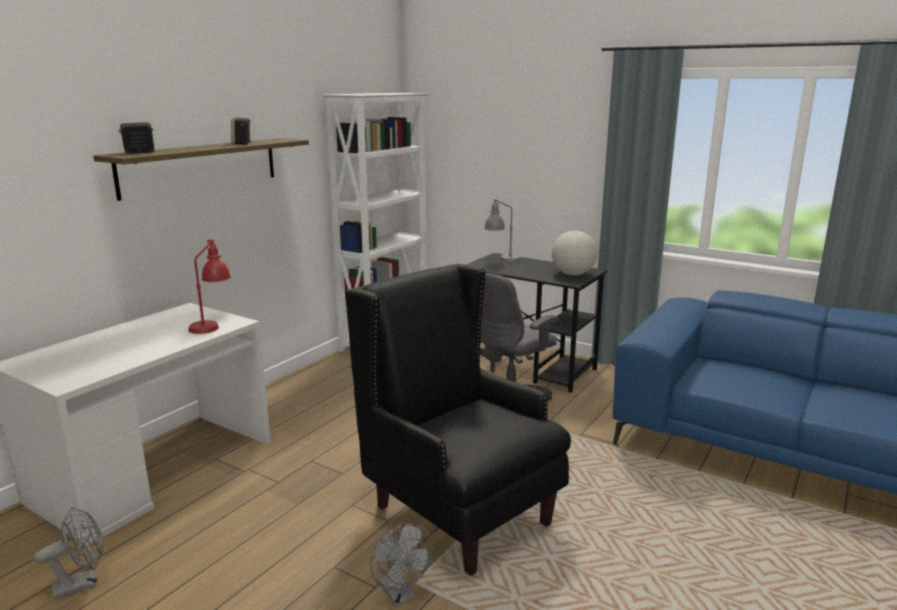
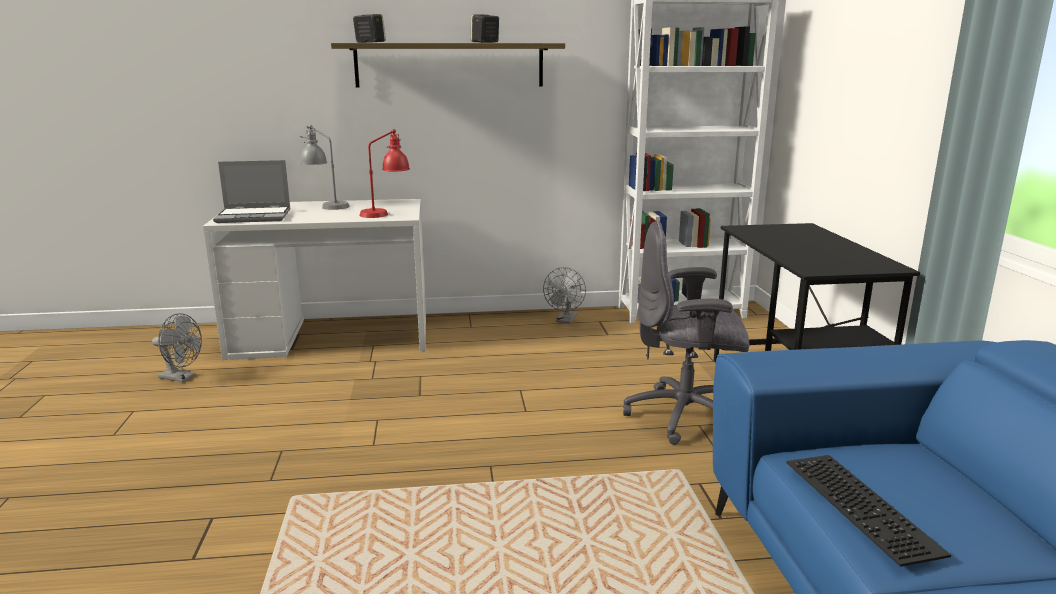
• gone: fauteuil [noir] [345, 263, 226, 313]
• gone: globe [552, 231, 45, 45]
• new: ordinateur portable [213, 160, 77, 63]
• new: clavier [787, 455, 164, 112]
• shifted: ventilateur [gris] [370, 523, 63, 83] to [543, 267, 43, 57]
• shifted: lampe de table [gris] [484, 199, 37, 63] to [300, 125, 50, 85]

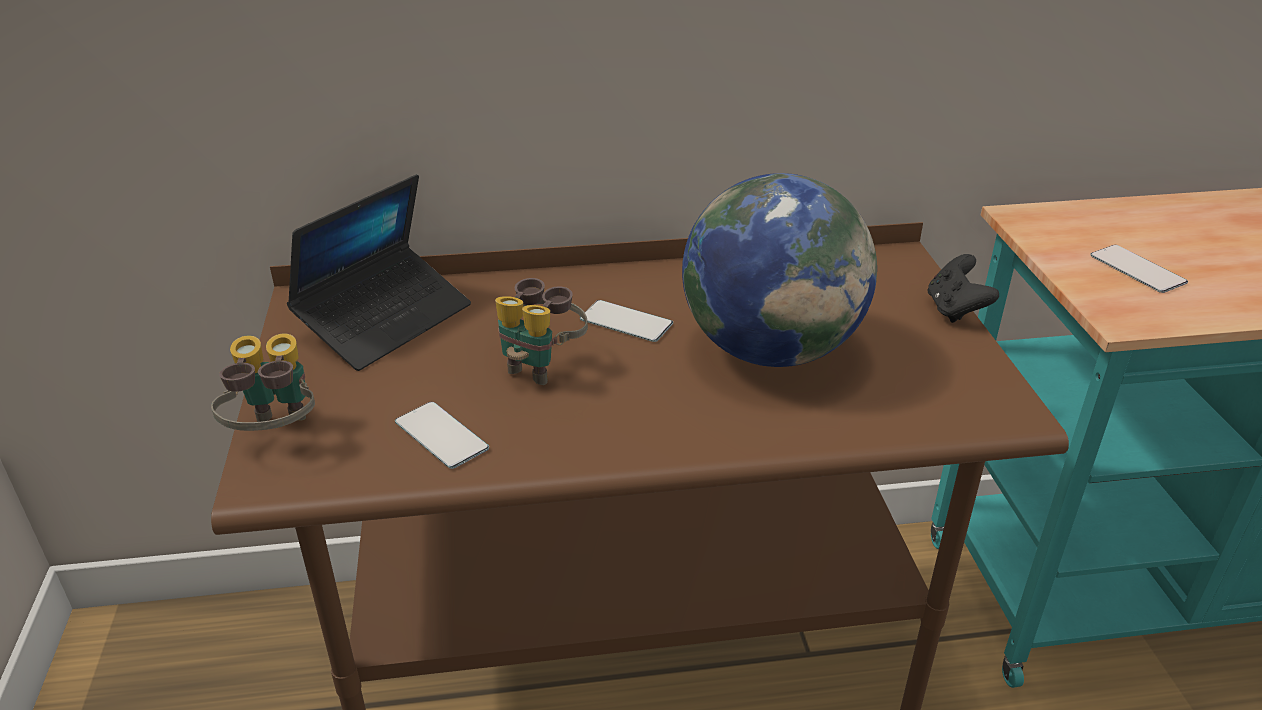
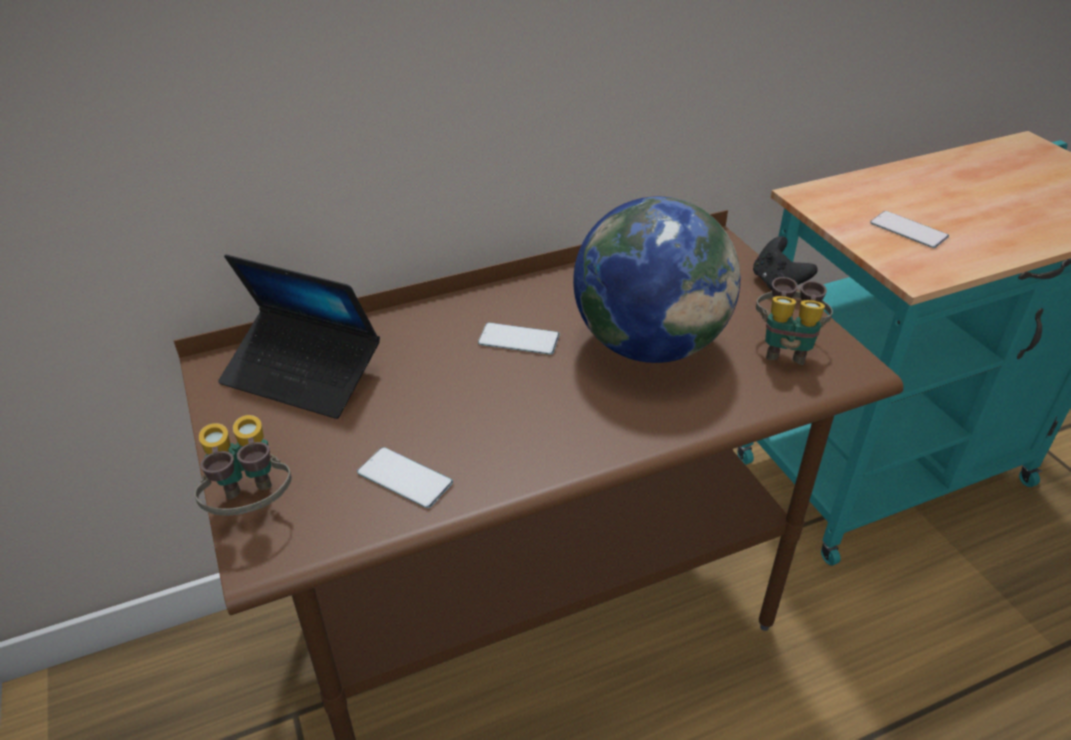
• shifted: jumelles [495, 278, 93, 107] to [756, 277, 77, 88]
• rotated: ordinateur portable [287, 174, 184, 197] = [218, 255, 162, 164] 90 degrees clockwise

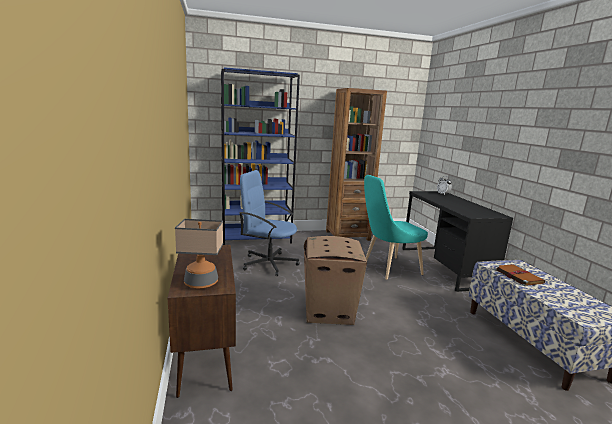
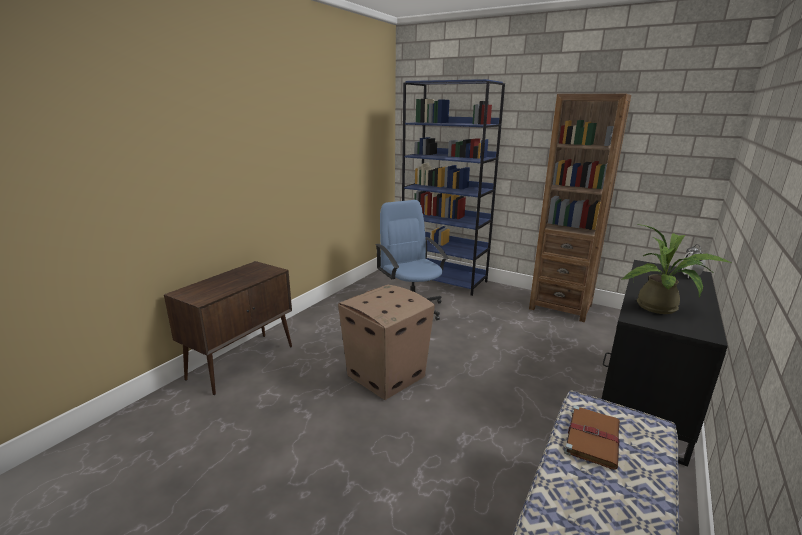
• gone: lampe de table [175, 219, 48, 70]
• gone: chaise [turquoise] [364, 175, 64, 105]
• new: plante en pot [622, 224, 109, 90]

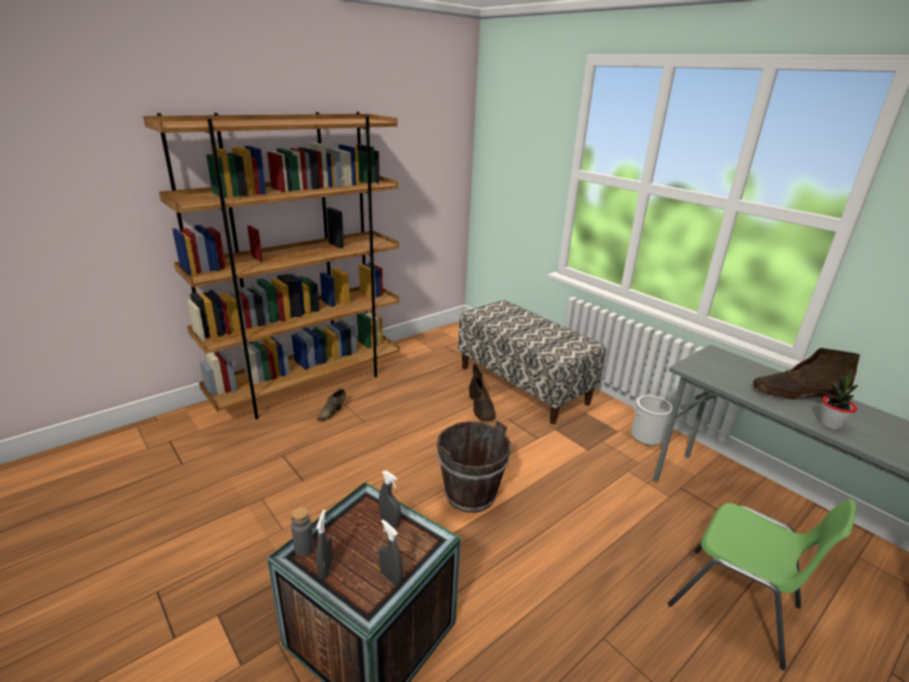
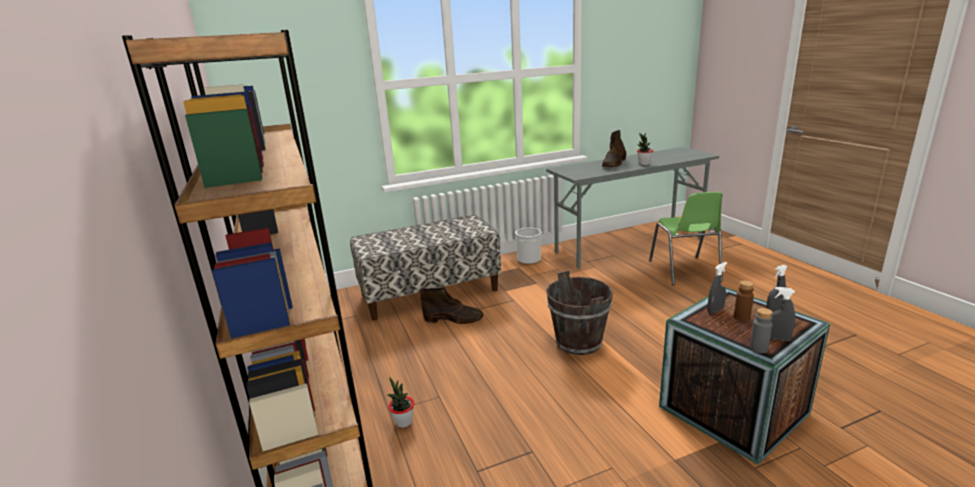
• new: bouteille [marron] [734, 281, 20, 41]
• swapped: chaussure [marron] [317, 389, 29, 32] to plante en pot [388, 378, 26, 50]
• rotated: chaise [vert] [668, 499, 188, 171] = [649, 192, 74, 93] 120 degrees clockwise

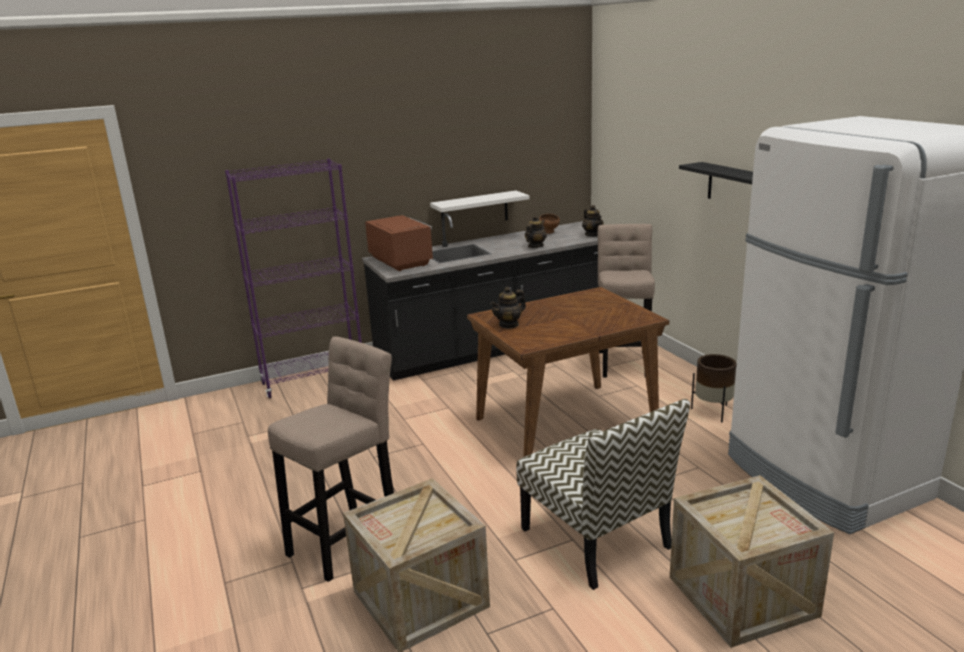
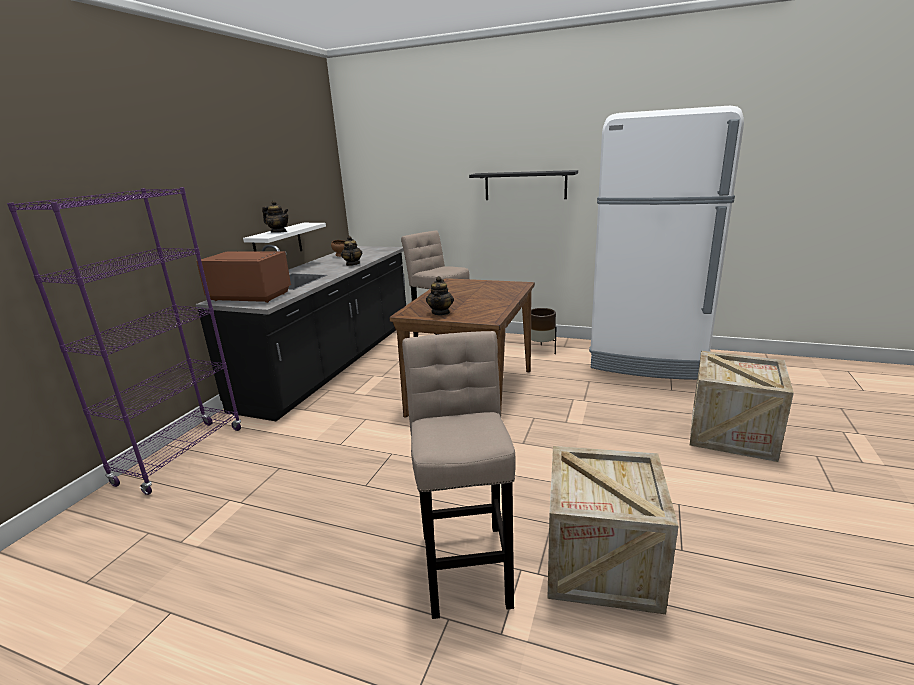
• gone: chaise [516, 399, 174, 191]
• shifted: théière [582, 205, 22, 32] to [262, 200, 27, 33]

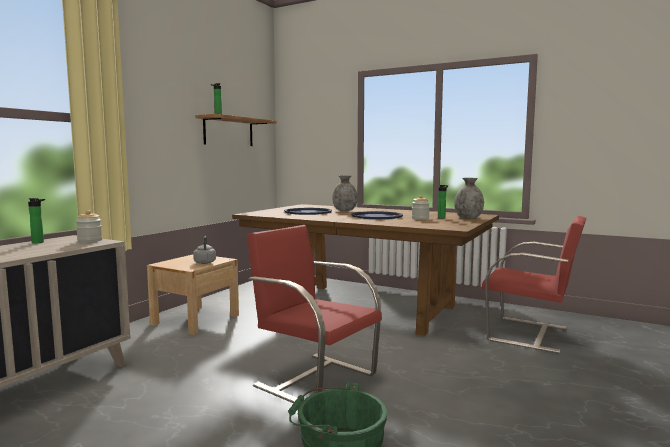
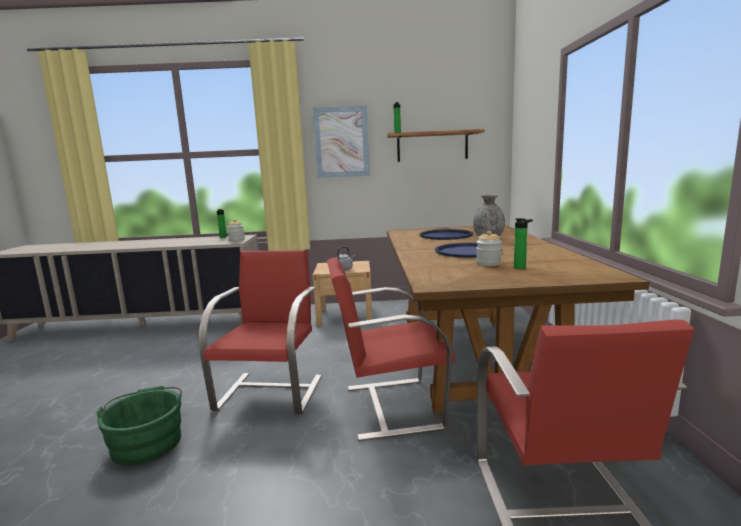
• gone: vase [gris] [454, 178, 30, 40]
• new: tableau [313, 106, 57, 72]
• new: chaise [rouge] [327, 258, 128, 183]

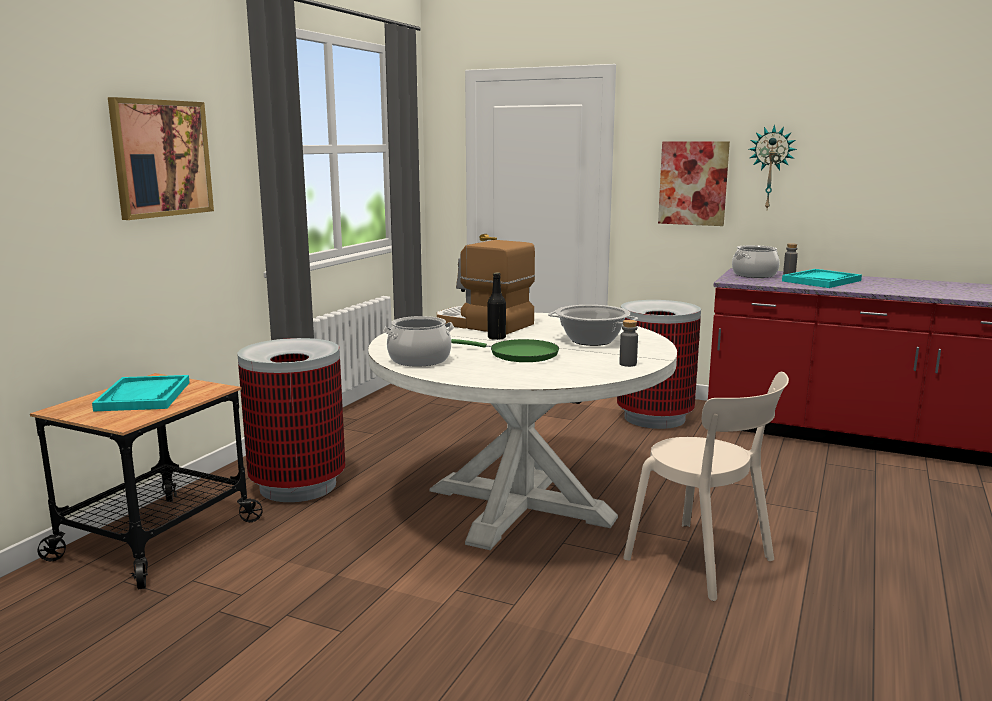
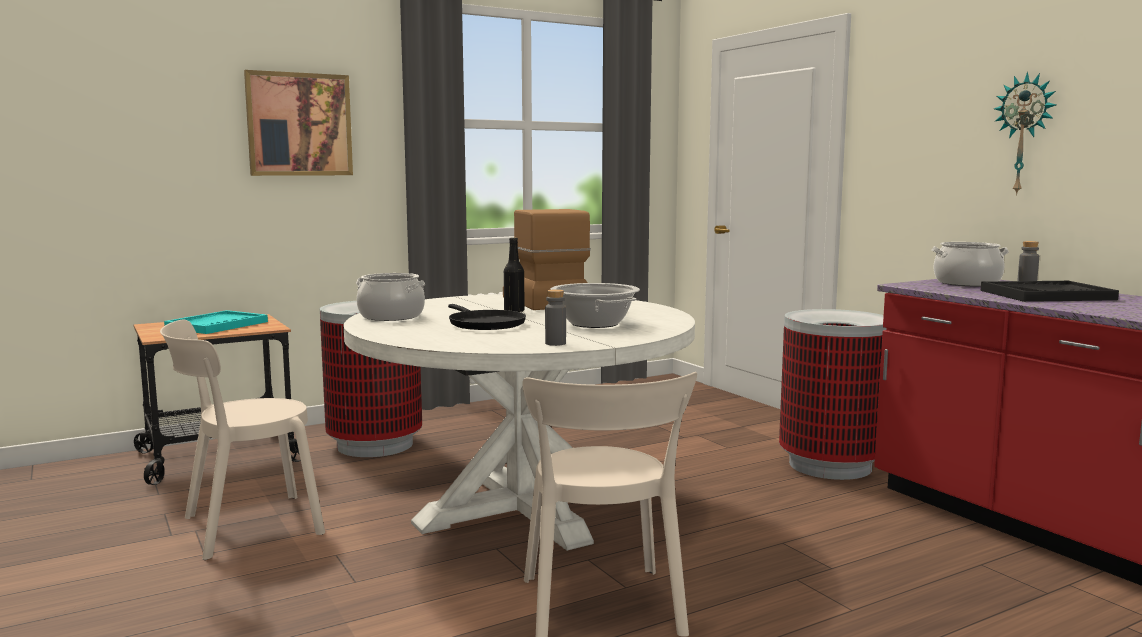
• gone: tableau [658, 141, 72, 85]
• new: chaise [beige] [160, 320, 165, 240]
• repainted: poêle [vert] [451, 339, 108, 23] to poêle [noir] [448, 304, 78, 26]
• repainted: plateau [turquoise] [782, 269, 80, 19] to plateau [noir] [981, 281, 138, 21]

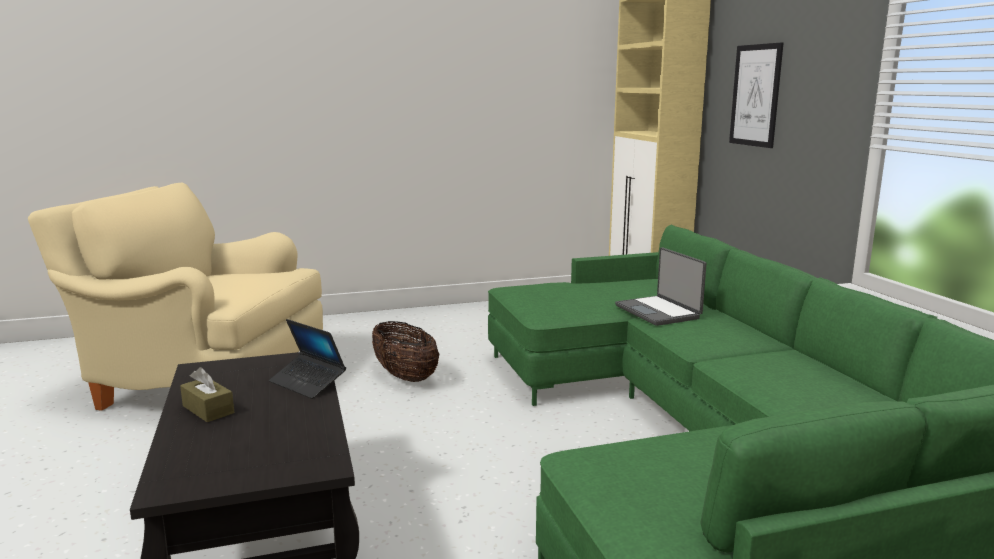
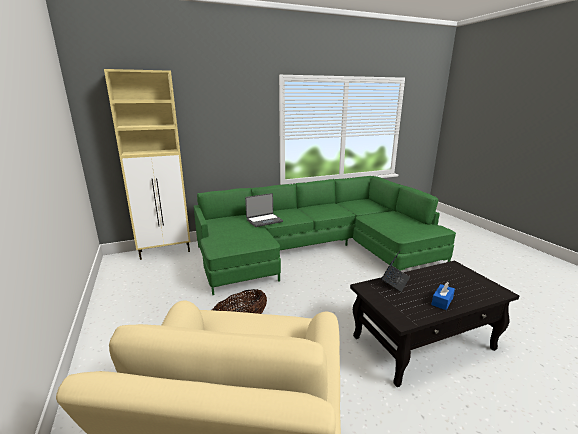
• gone: tableau [729, 43, 54, 105]
• repainted: boîte à mouchoirs [marron] [180, 367, 54, 55] to boîte à mouchoirs [bleu] [431, 282, 24, 28]

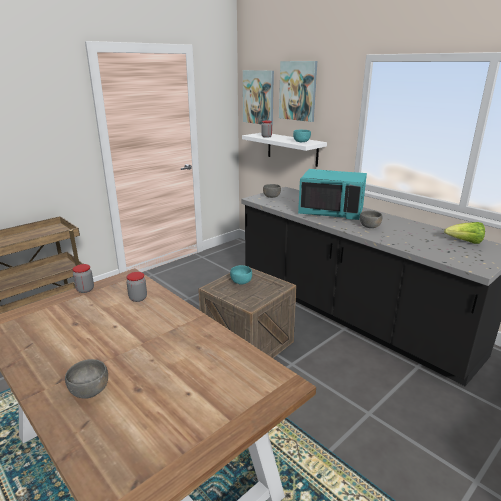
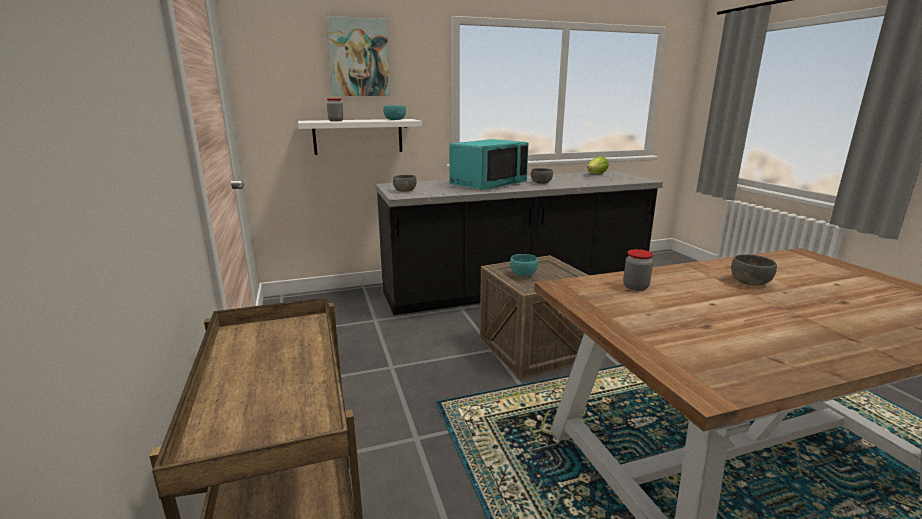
• gone: bocal [73, 264, 21, 29]
• gone: tableau [243, 70, 31, 55]
• shifted: bol [gris] [65, 359, 43, 40] to [731, 254, 46, 31]

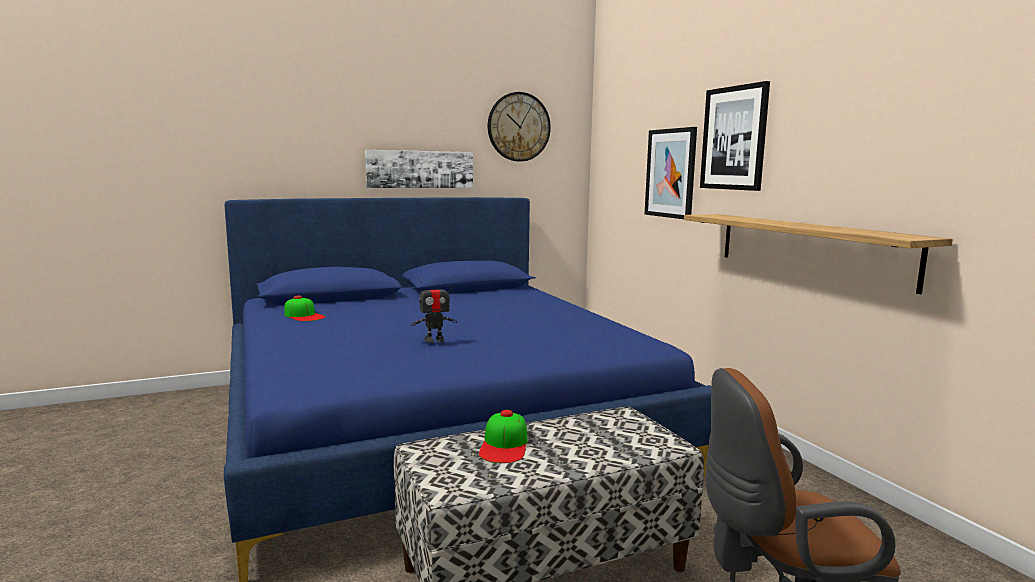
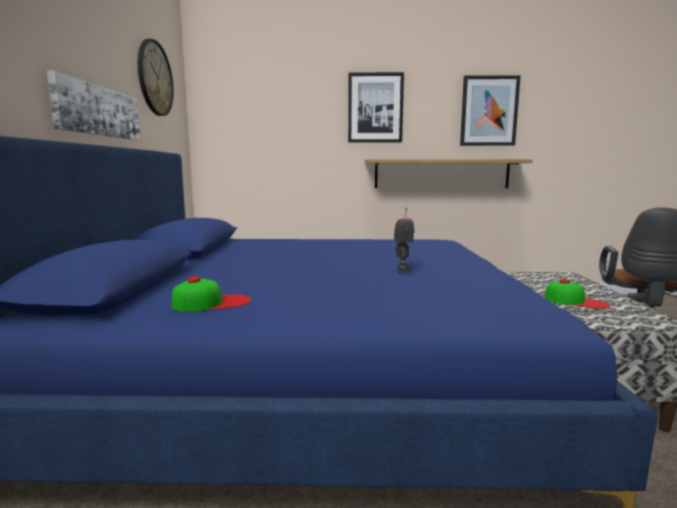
• shifted: tableau [645, 127, 52, 92] to [460, 75, 61, 71]

